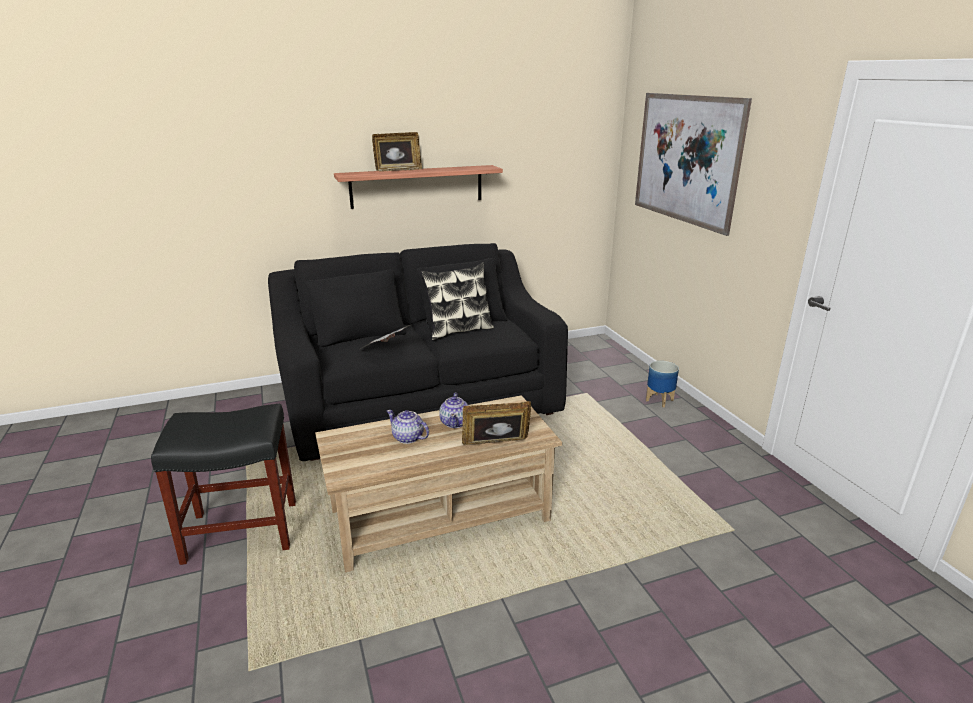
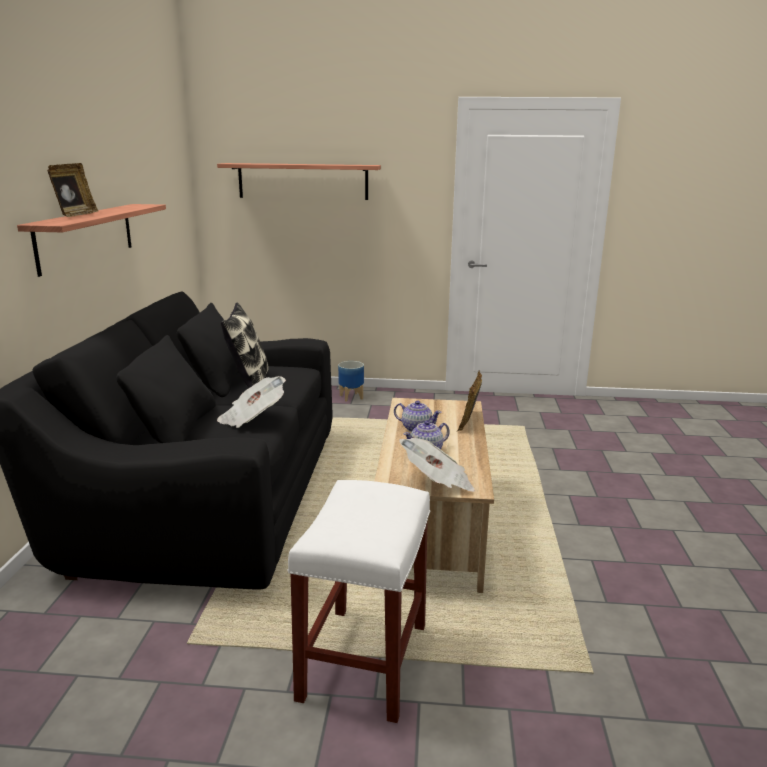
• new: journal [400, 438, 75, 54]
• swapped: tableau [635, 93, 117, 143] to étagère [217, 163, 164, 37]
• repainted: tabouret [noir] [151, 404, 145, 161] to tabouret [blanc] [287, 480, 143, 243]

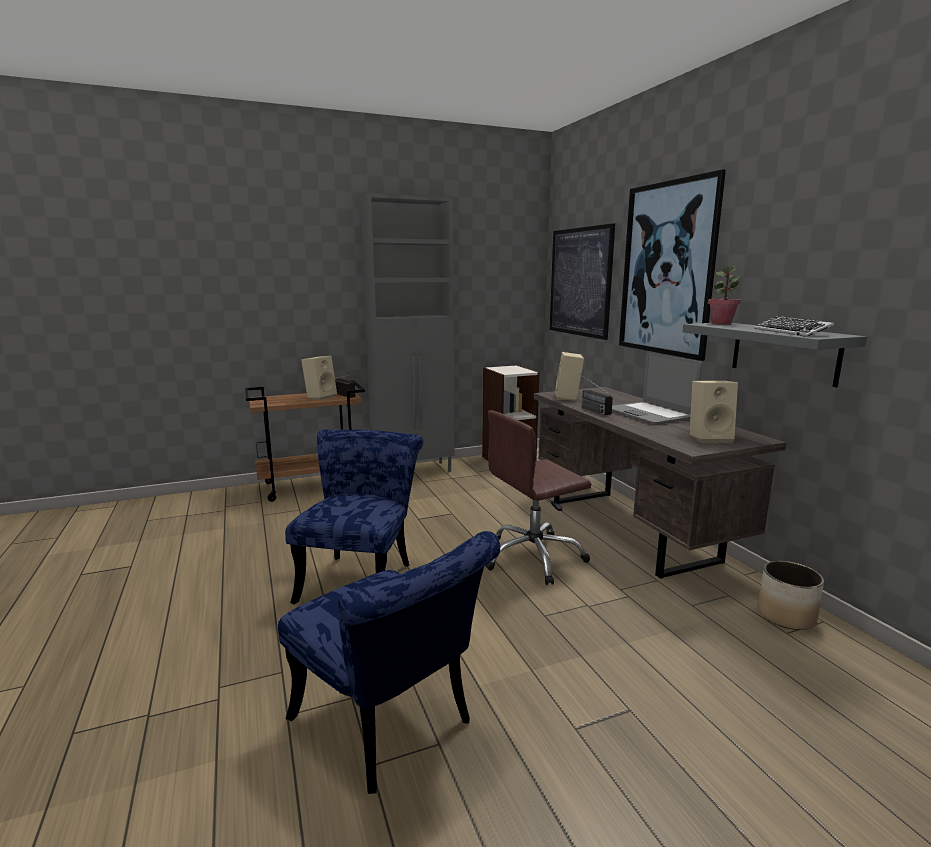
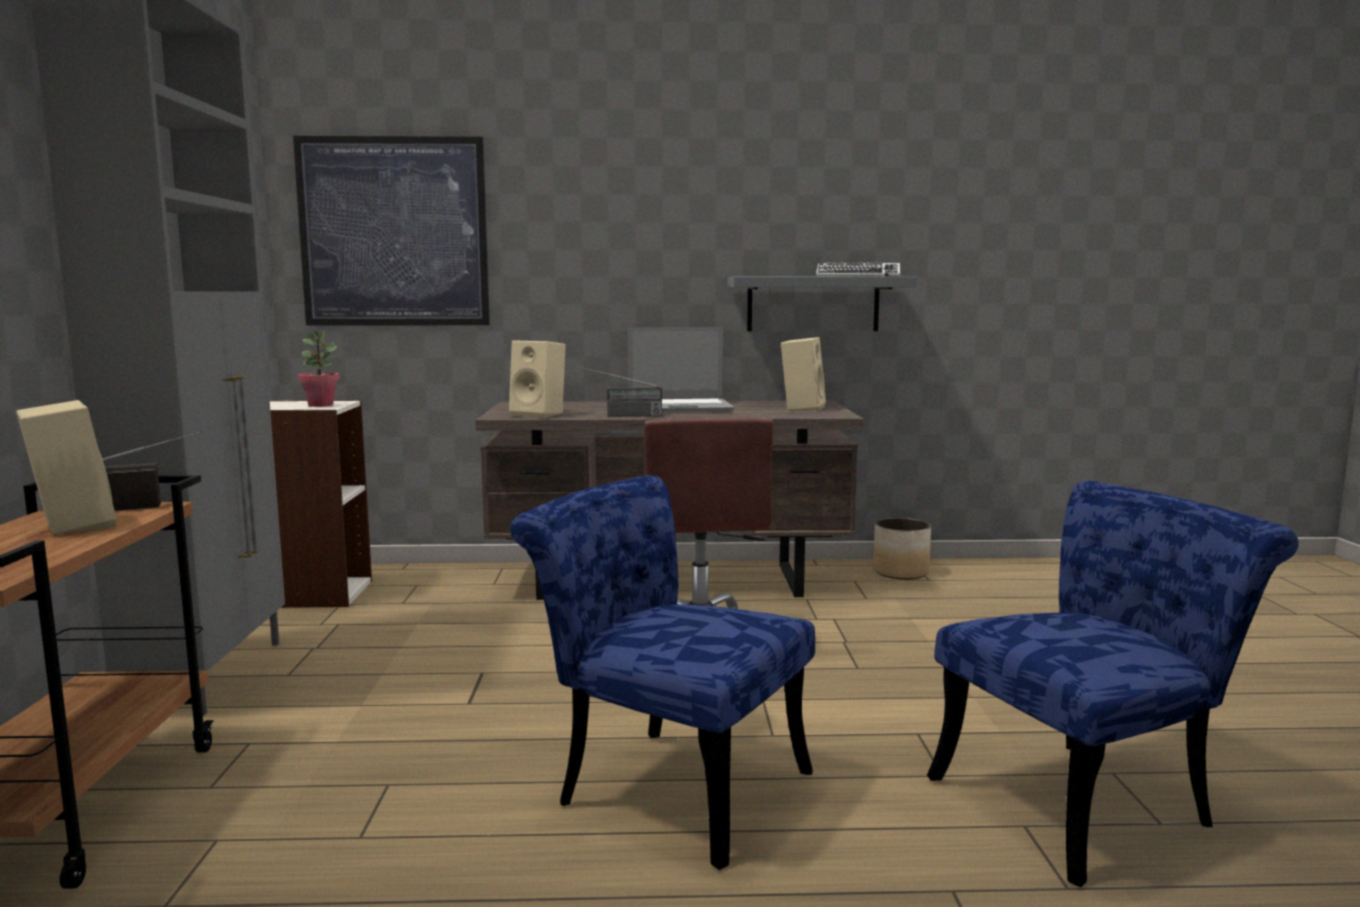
• gone: tableau [619, 169, 107, 192]
• shifted: plante en pot [708, 265, 33, 59] to [298, 331, 42, 76]

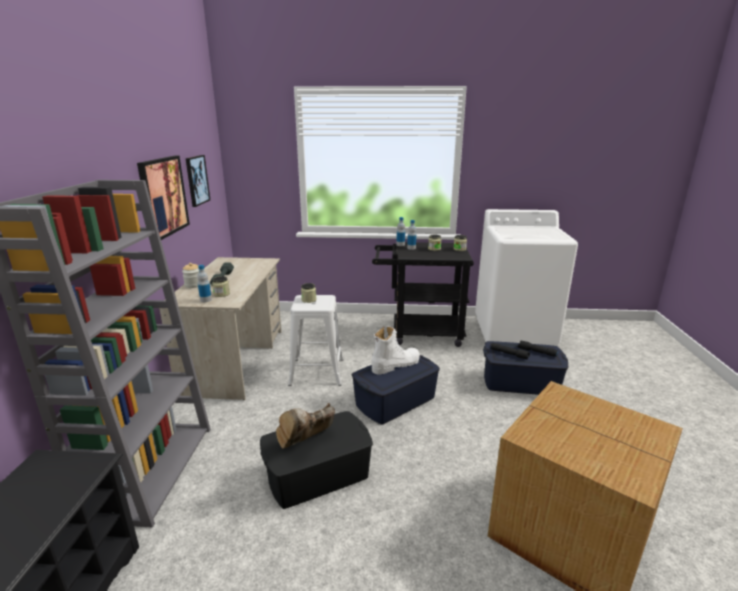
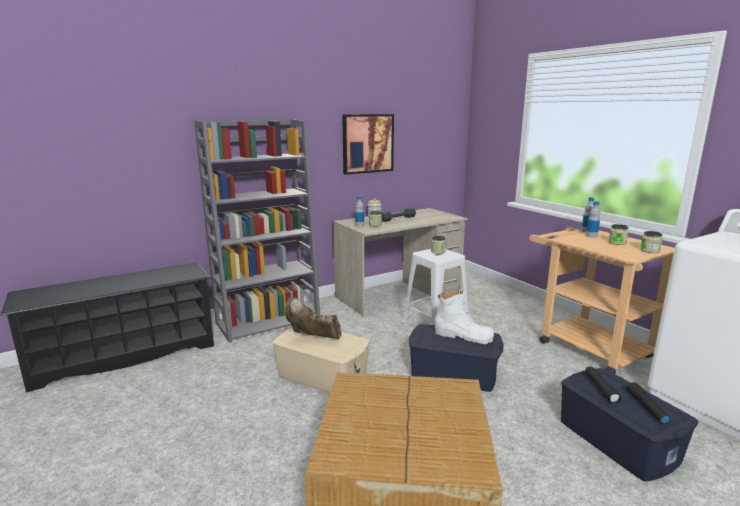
• gone: tableau [186, 155, 24, 52]
• repainted: boîte de rangement [noir] [260, 411, 113, 98] to boîte de rangement [beige] [272, 328, 98, 65]
• repainted: chariot [noir] [372, 242, 102, 105] to chariot [beige] [529, 228, 146, 146]

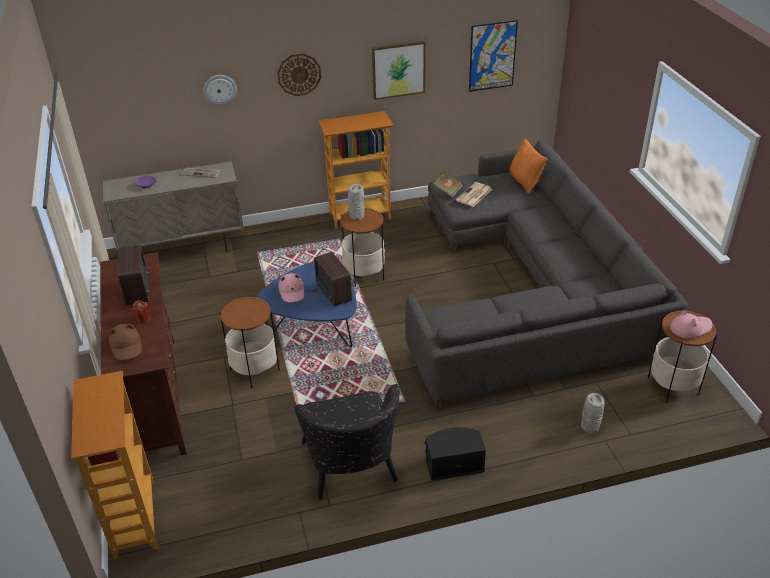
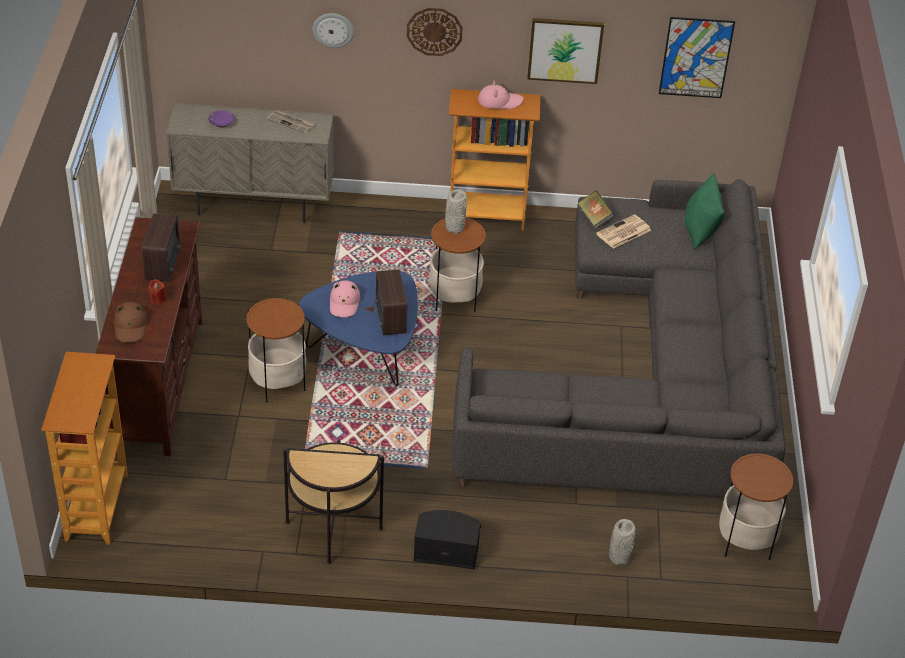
• shifted: chapeau [rose] [670, 310, 42, 28] to [478, 80, 46, 29]
• swapped: fauteuil [noir] [294, 384, 106, 116] to table d'appoint [283, 440, 101, 124]
• repainted: coussin [orange] [509, 138, 38, 56] to coussin [vert] [685, 173, 39, 76]

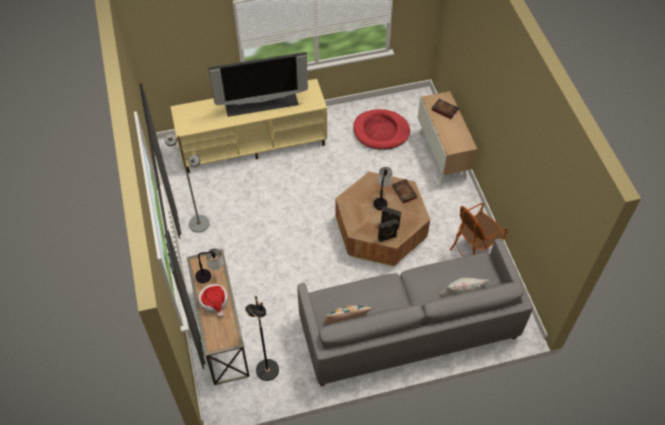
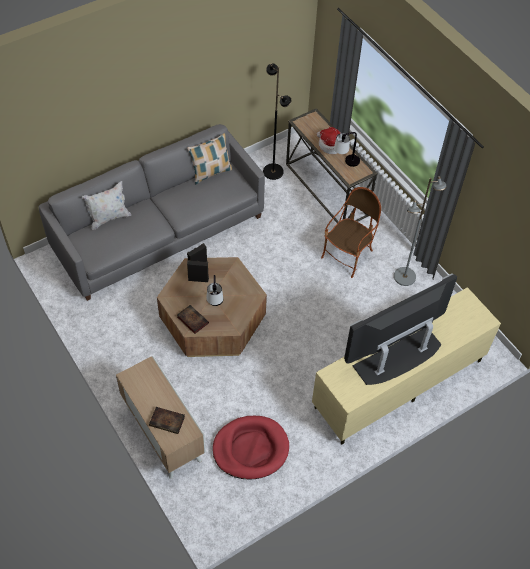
• shifted: fauteuil [450, 203, 58, 54] to [321, 187, 60, 91]

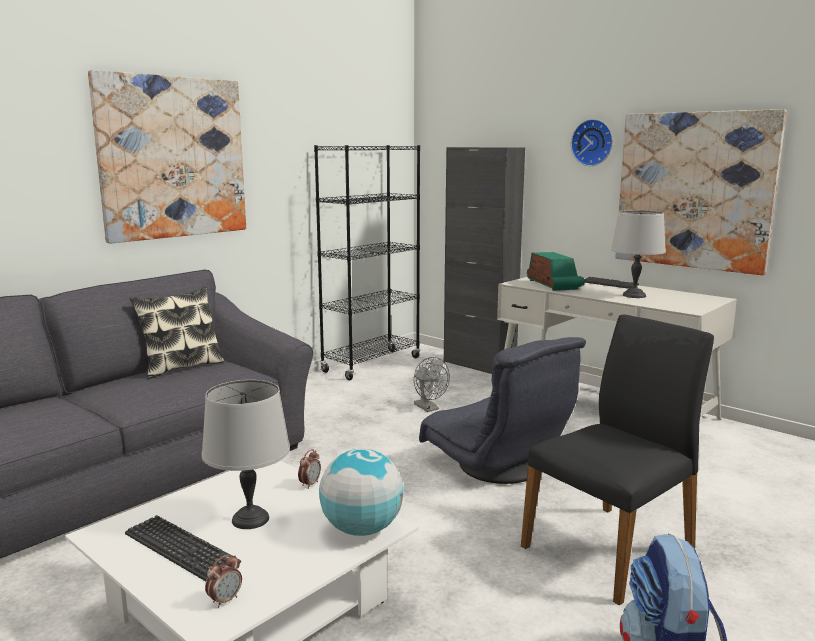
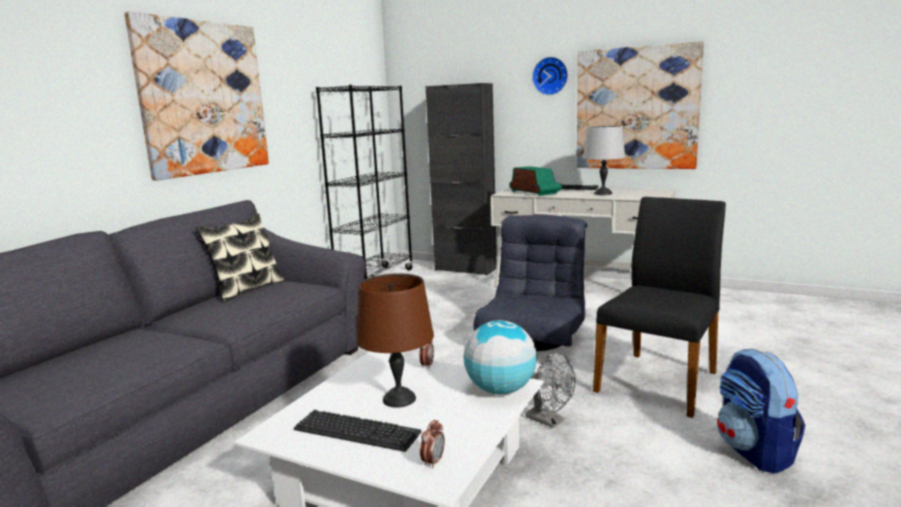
• shifted: ventilateur [gris] [414, 357, 36, 55] to [525, 352, 51, 76]
• repainted: lampe de table [gris] [202, 380, 88, 149] to lampe de table [marron] [356, 273, 78, 135]
• rotated: fauteuil [gris] [419, 337, 167, 147] = [474, 215, 113, 136] 105 degrees counterclockwise

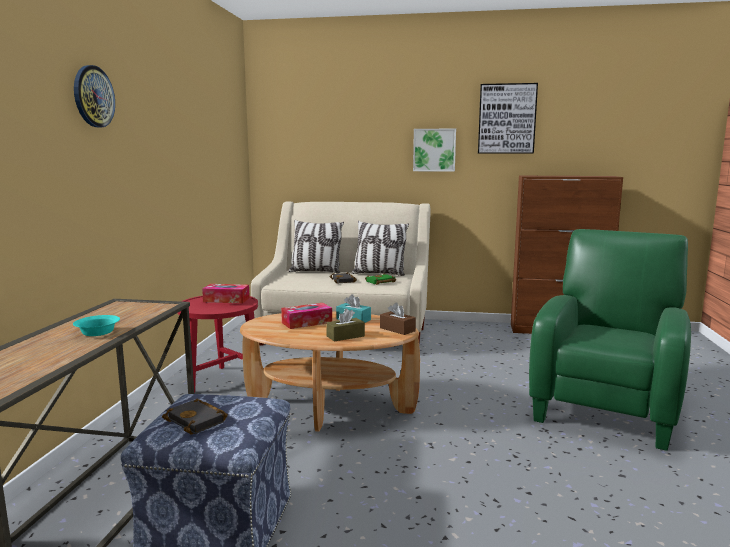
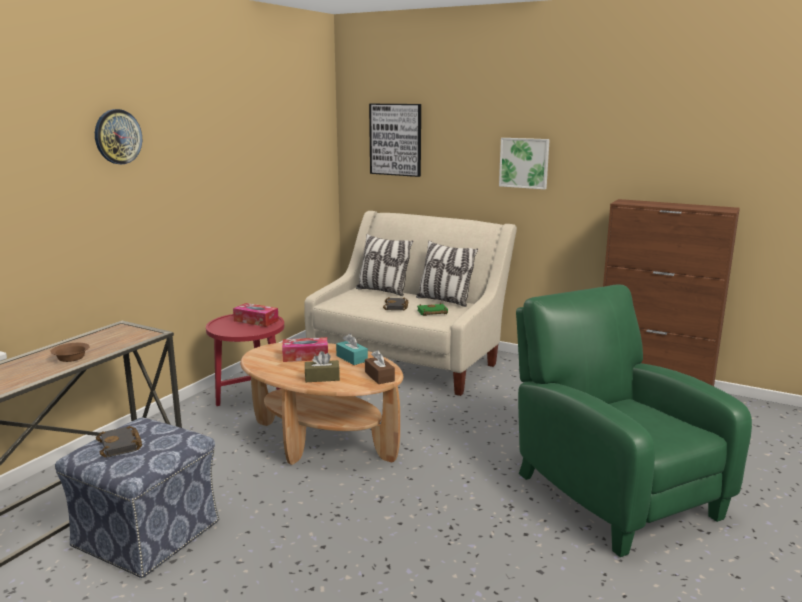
• shifted: tableau [478, 83, 60, 71] to [369, 104, 52, 73]
• repainted: bol [turquoise] [73, 315, 47, 21] to bol [marron] [50, 343, 40, 19]
• rotated: fauteuil [vert] [529, 229, 162, 222] = [516, 284, 236, 273] 75 degrees counterclockwise

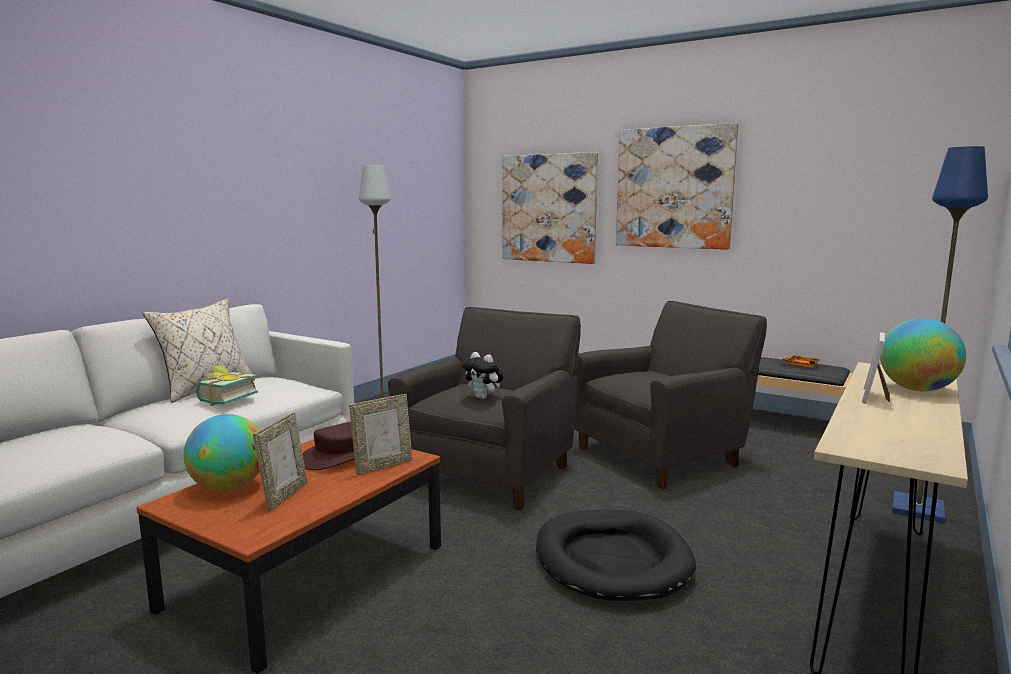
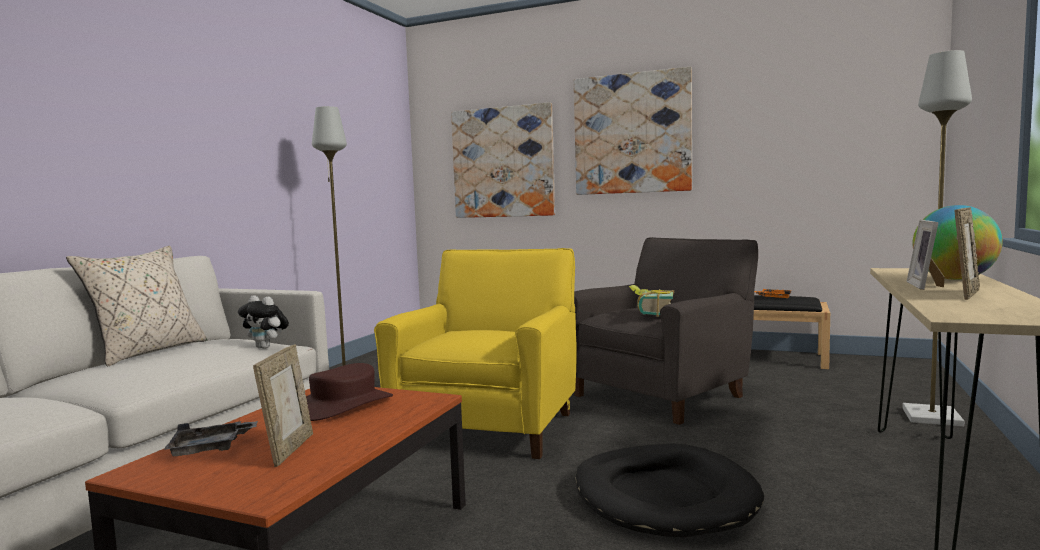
• shifted: livre [196, 365, 62, 41] to [629, 285, 45, 32]
• shifted: cadre photo [349, 394, 64, 81] to [954, 207, 26, 93]
• shifted: peluche [462, 352, 41, 47] to [238, 295, 51, 54]
• swapped: globe [184, 414, 76, 78] to plateau [gris] [164, 421, 94, 35]
• repainted: fauteuil [gris] [388, 307, 193, 204] to fauteuil [jaune] [374, 248, 202, 211]
• repainted: lampadaire [bleu] [892, 146, 96, 377] to lampadaire [gris] [902, 50, 70, 377]

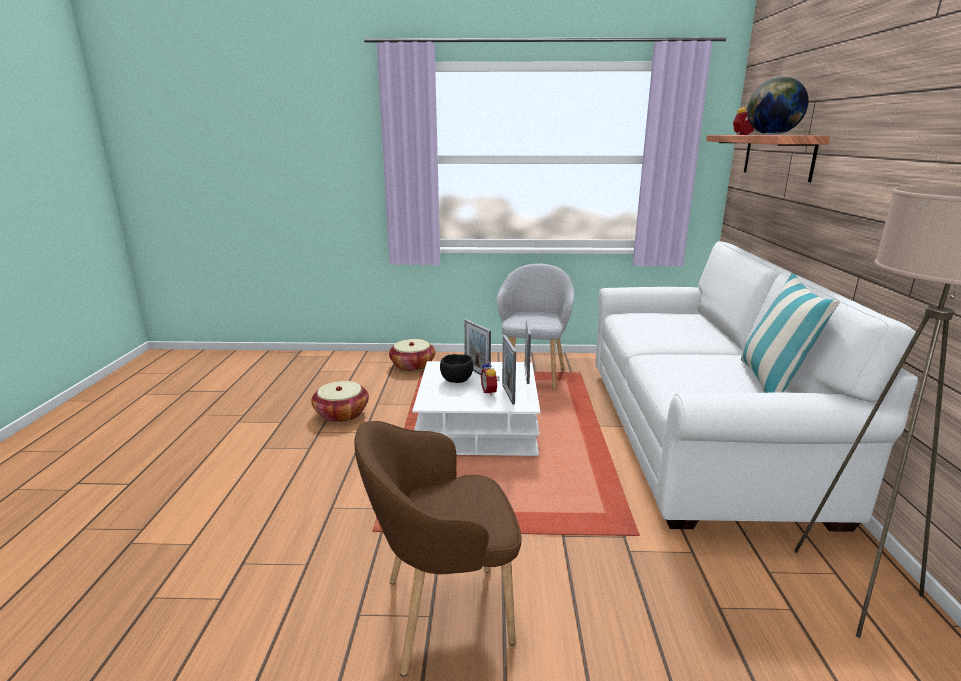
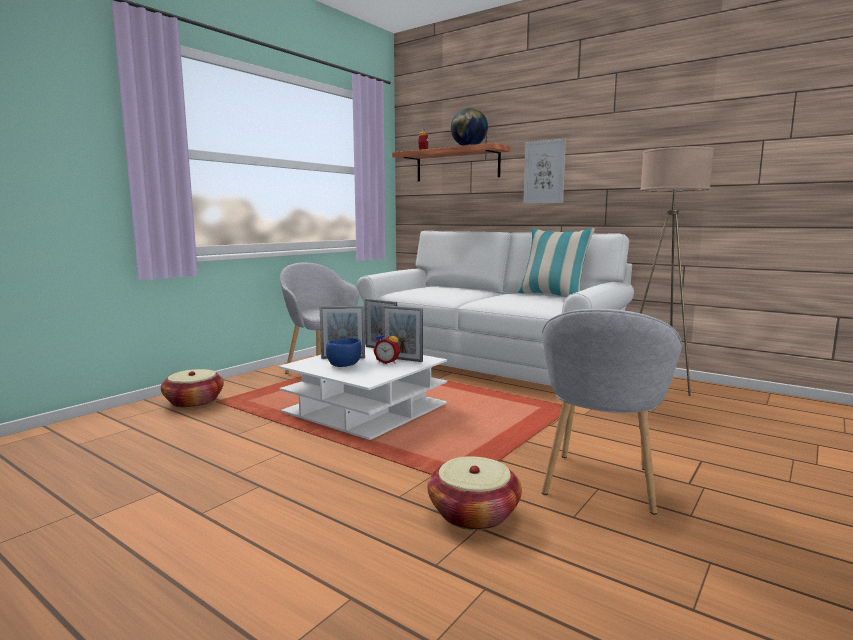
• new: tableau [523, 139, 43, 65]
• shifted: panier [311, 381, 58, 42] to [427, 456, 95, 74]
• repainted: fauteuil [marron] [354, 421, 168, 256] to fauteuil [gris] [542, 309, 141, 206]
• repainted: bol [noir] [440, 354, 34, 29] to bol [bleu] [326, 338, 36, 29]

